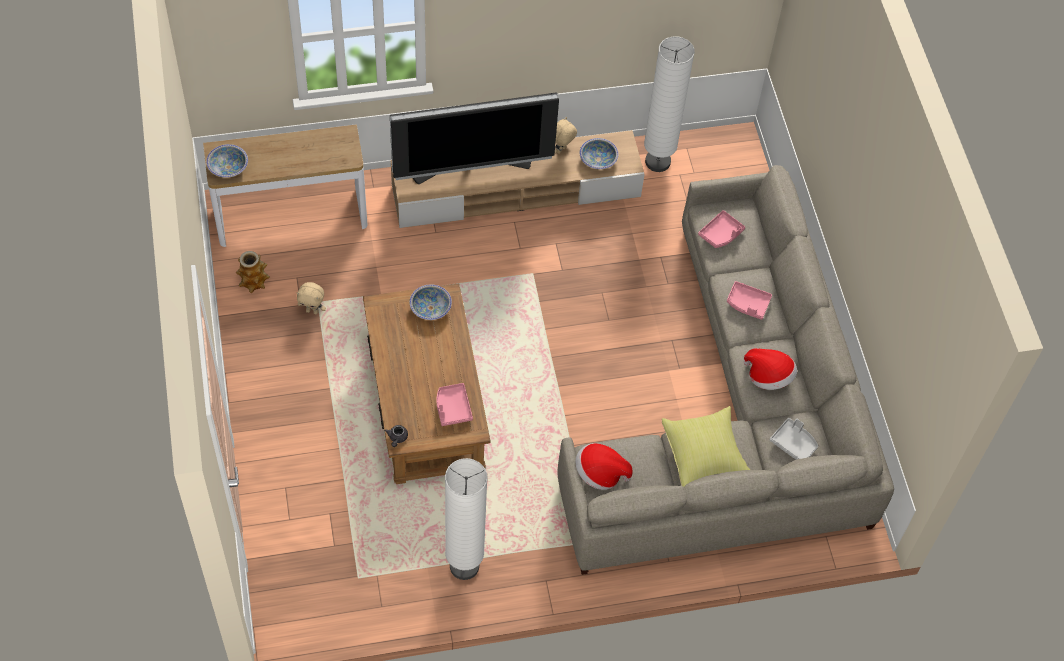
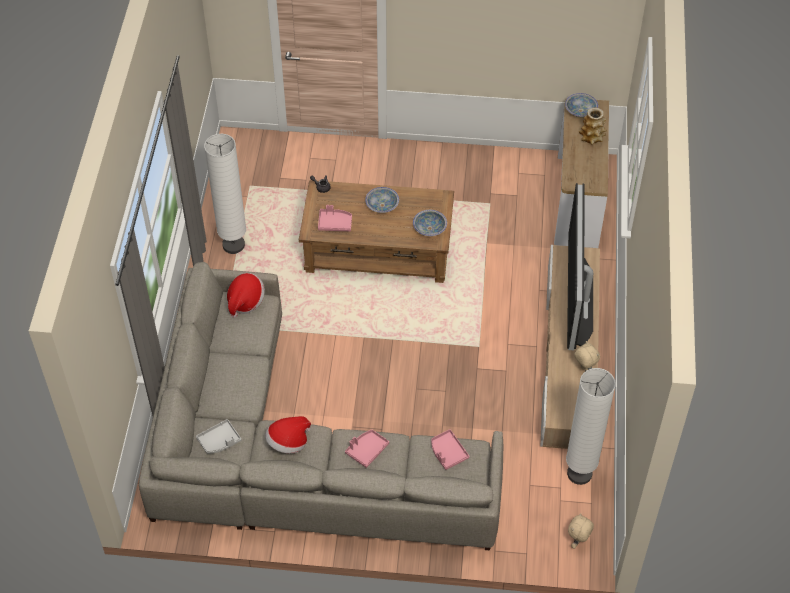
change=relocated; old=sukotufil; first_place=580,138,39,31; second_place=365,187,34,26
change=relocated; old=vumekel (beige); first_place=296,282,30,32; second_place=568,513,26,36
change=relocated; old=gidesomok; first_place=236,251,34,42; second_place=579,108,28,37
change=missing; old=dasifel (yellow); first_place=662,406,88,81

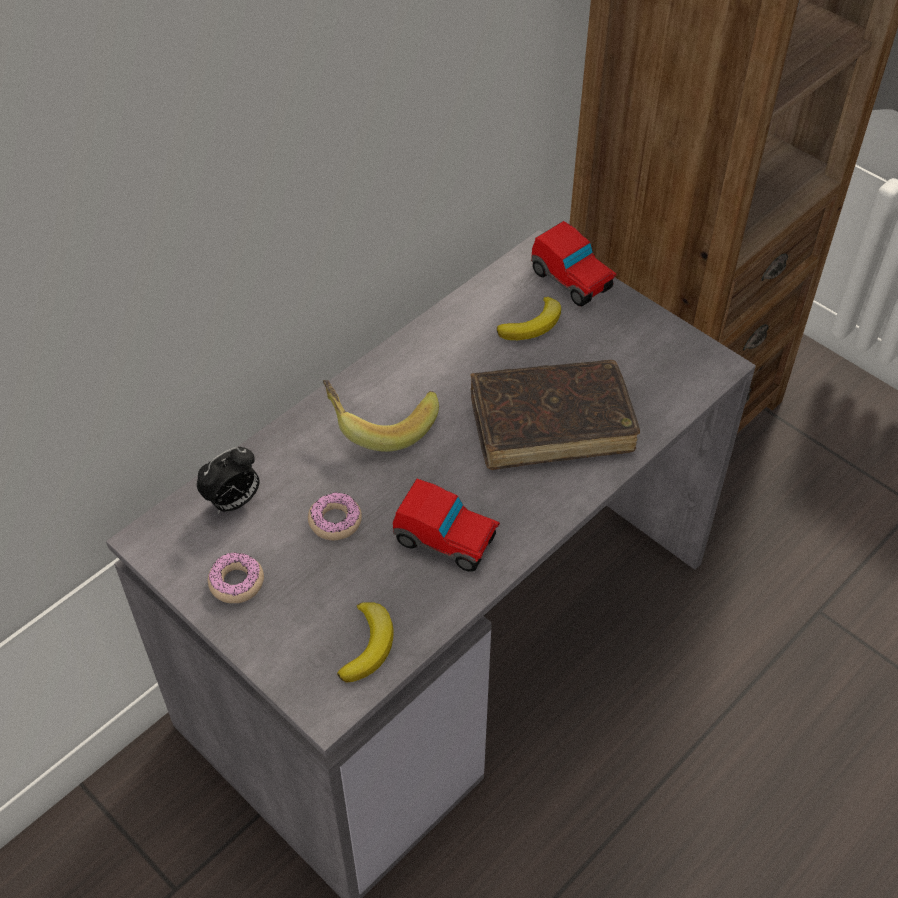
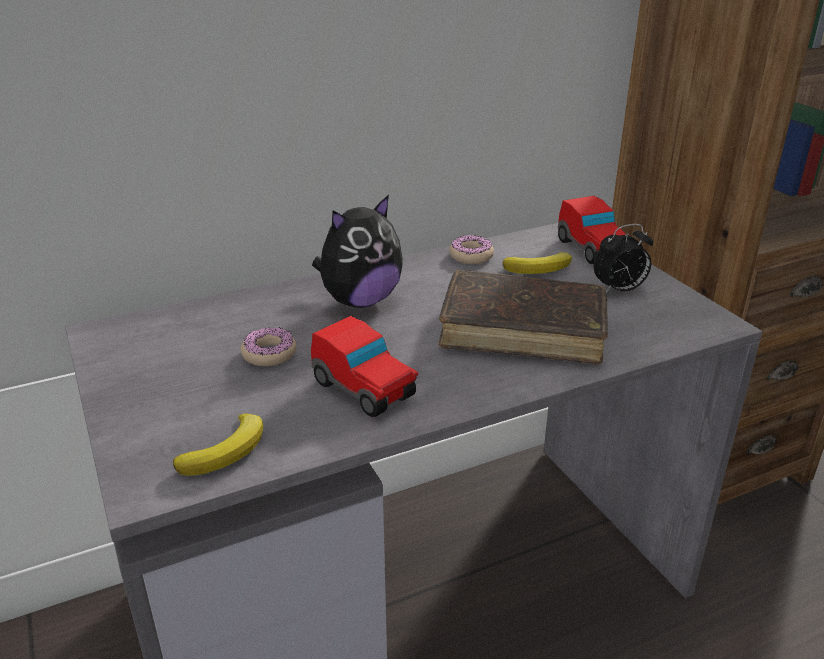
change=exchanged; old=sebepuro; new=vumekel; first_place=323,380,116,72; second_place=312,195,91,113
change=relocated; old=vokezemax; first_place=208,552,56,51; second_place=449,235,45,29
change=relocated; old=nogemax; first_place=197,447,62,67; second_place=594,224,59,69

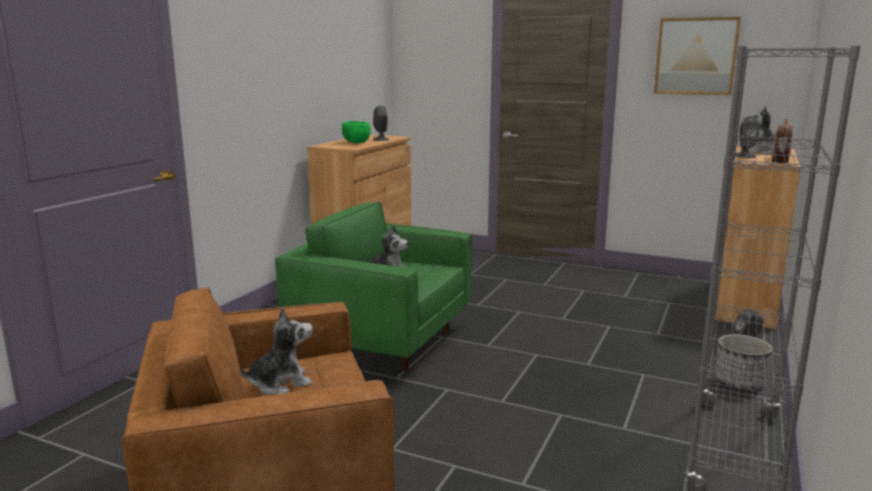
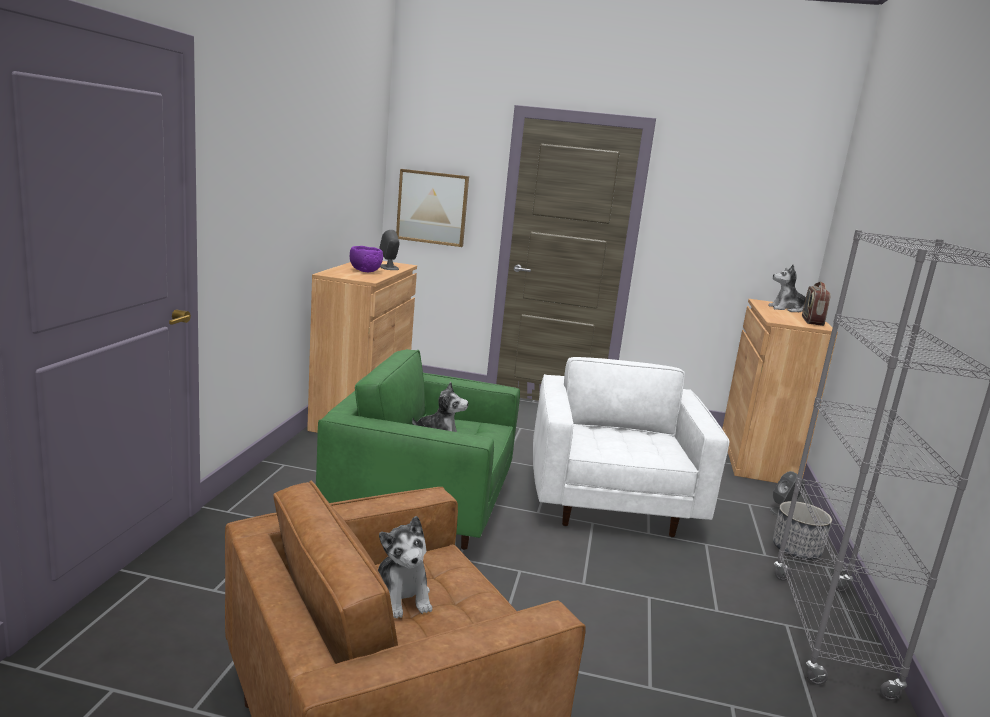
change=colour; old=sukotufil (green); new=sukotufil (purple); first_place=342,121,29,22; second_place=350,246,33,26
change=spun; old=vumekel; first_place=240,307,73,88; second_place=378,516,54,102; degrees=105
change=relocated; old=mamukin; first_place=654,17,87,78; second_place=396,169,73,78
change=appeared; new=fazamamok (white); second_place=533,357,196,181
change=missing; old=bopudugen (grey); first_place=735,116,24,42

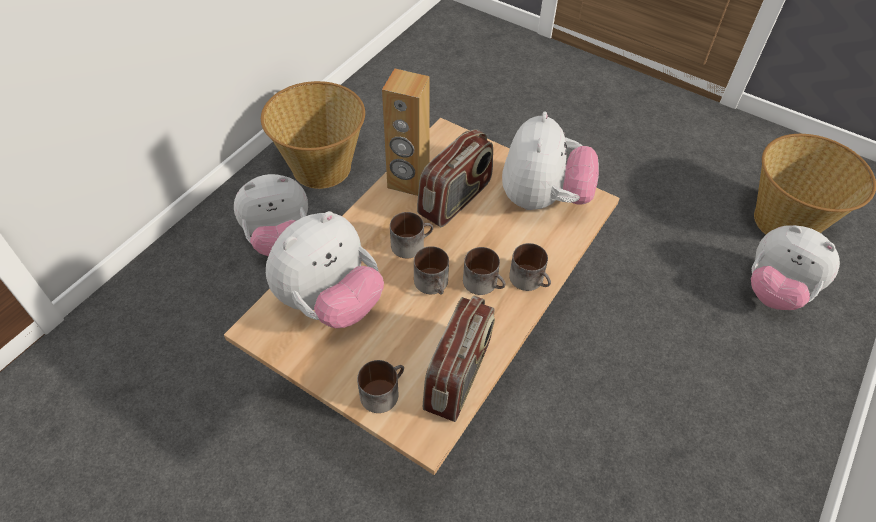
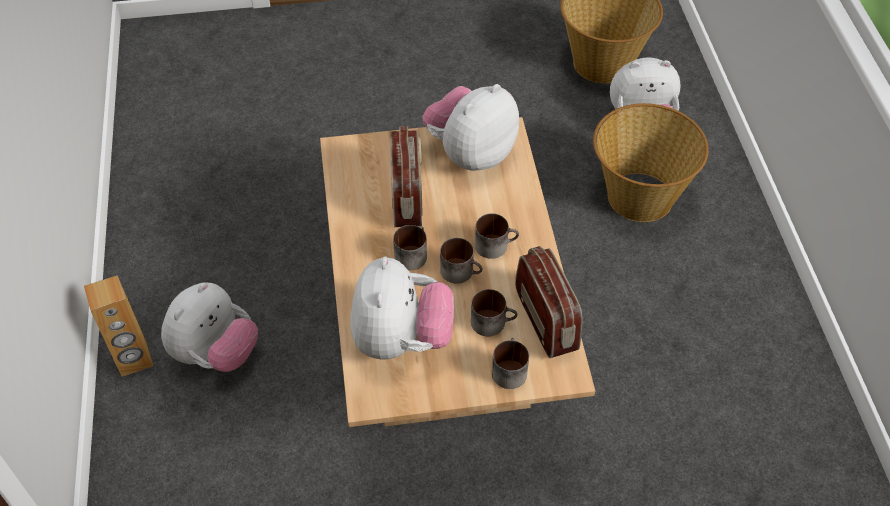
change=relocated; old=bopudugen (brown); first_place=382,69,48,127; second_place=84,275,70,102
change=spun; old=vumekel; first_place=502,111,97,99; second_place=422,84,97,87; degrees=-105
change=relocated; old=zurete; first_place=509,243,42,48; second_place=471,289,47,47
change=relocated; old=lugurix; first_place=261,81,104,108; second_place=593,103,116,119

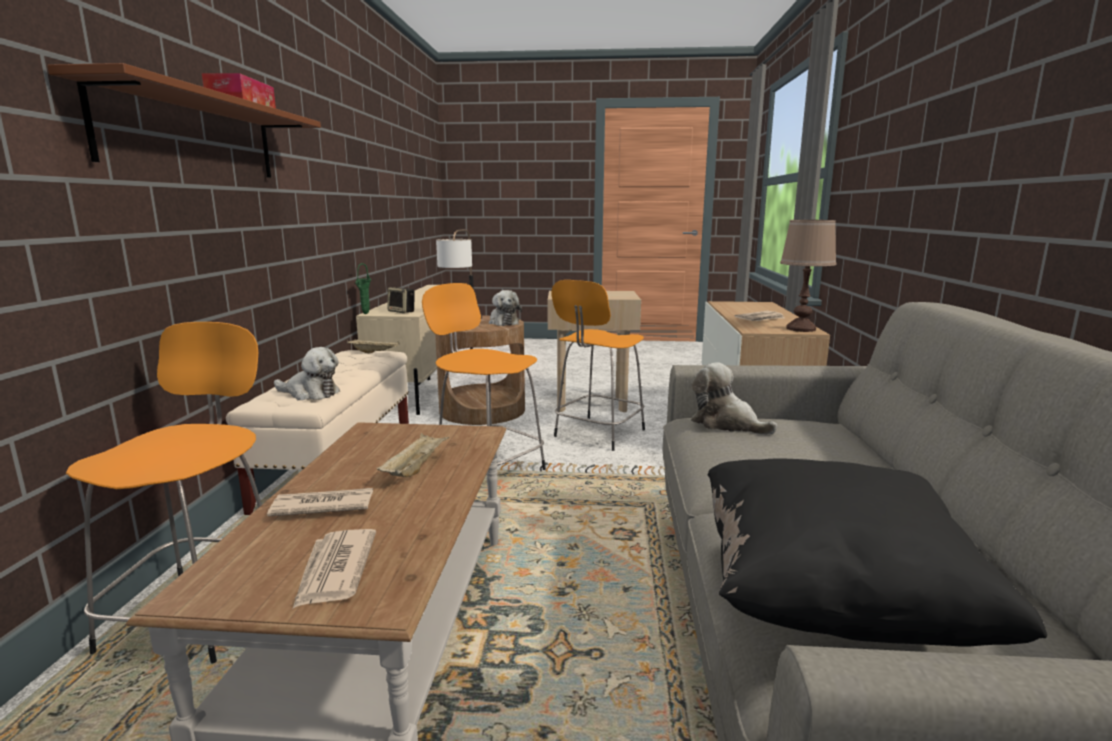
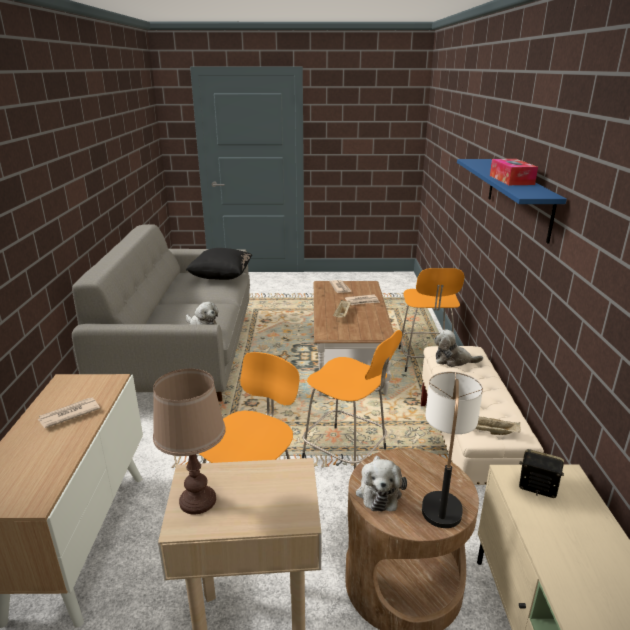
change=relocated; old=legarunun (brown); first_place=780,220,57,112; second_place=153,369,73,146
change=spun; old=vumekel; first_place=489,290,33,36; second_place=356,456,51,55; degrees=-150
change=colour; old=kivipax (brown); new=kivipax (blue); first_place=47,63,274,115; second_place=457,159,110,84
change=missing; old=gidesomok (green); first_place=355,263,17,51

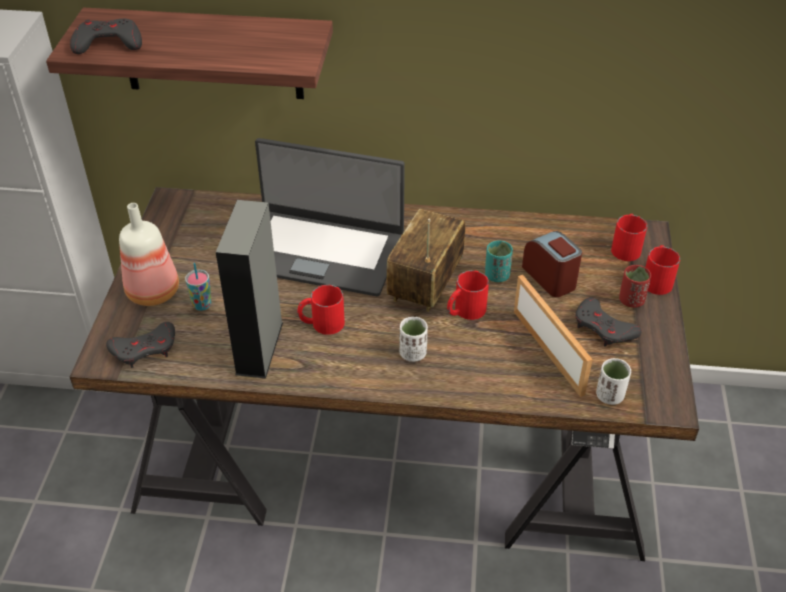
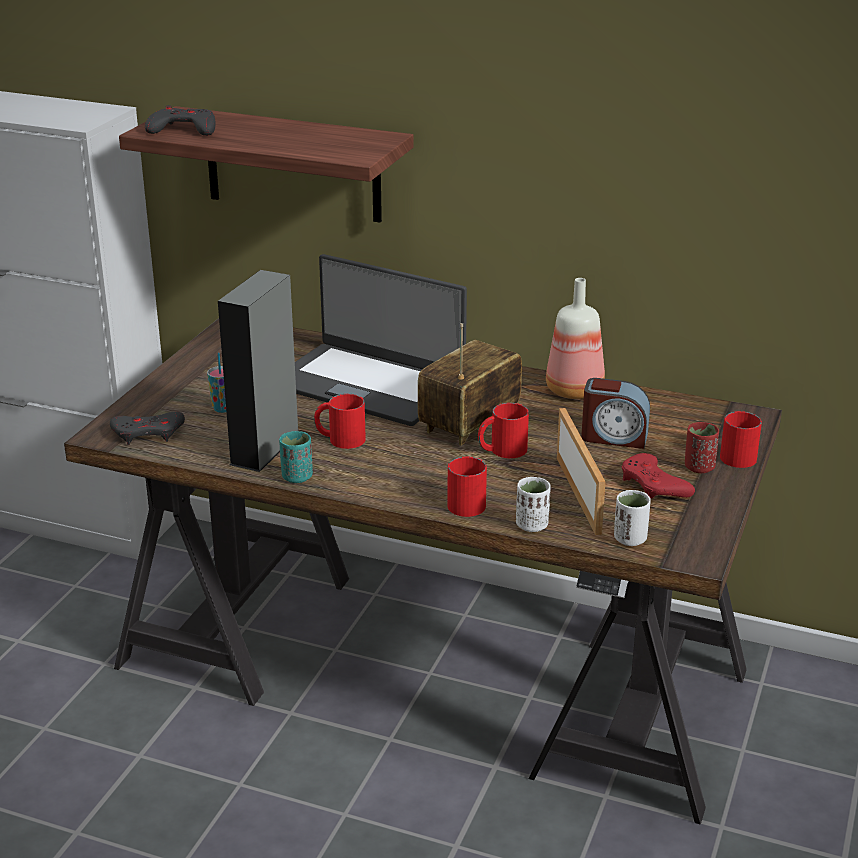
change=relocated; old=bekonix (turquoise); first_place=485,240,28,42; second_place=279,431,34,52
change=relocated; old=zurete (red); first_place=611,214,36,47; second_place=447,457,40,60
change=relocated; old=bekonix (white); first_place=399,317,29,45; second_place=516,477,35,55
change=relocated; old=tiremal; first_place=119,203,60,103; second_place=546,278,59,121
change=spun; old=nogemax; first_place=522,231,60,66; second_place=581,378,69,71; degrees=120
change=colour; old=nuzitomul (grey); new=nuzitomul (red); first_place=575,297,67,50; second_place=622,453,73,46

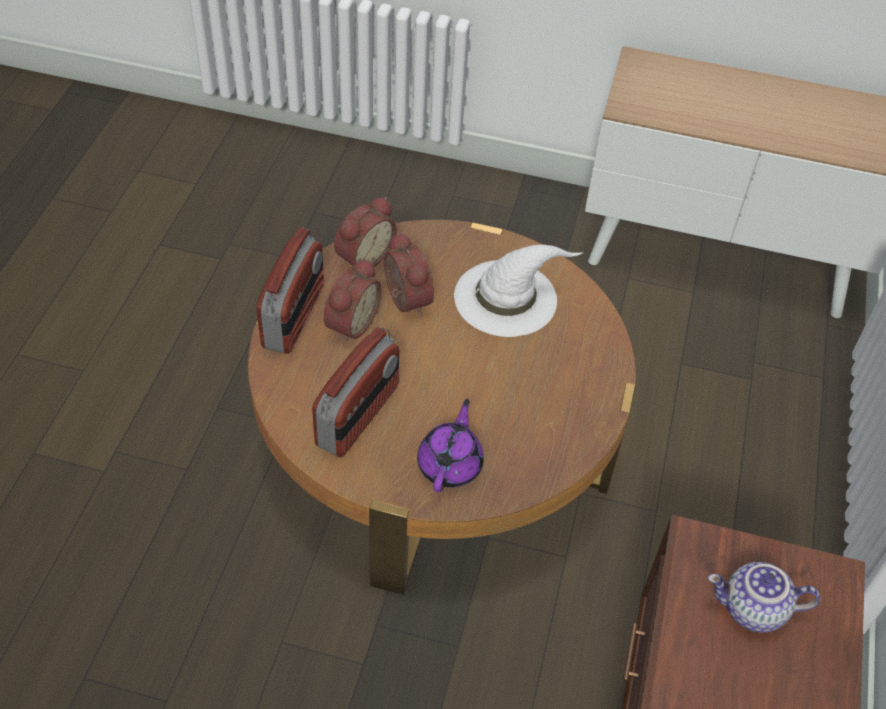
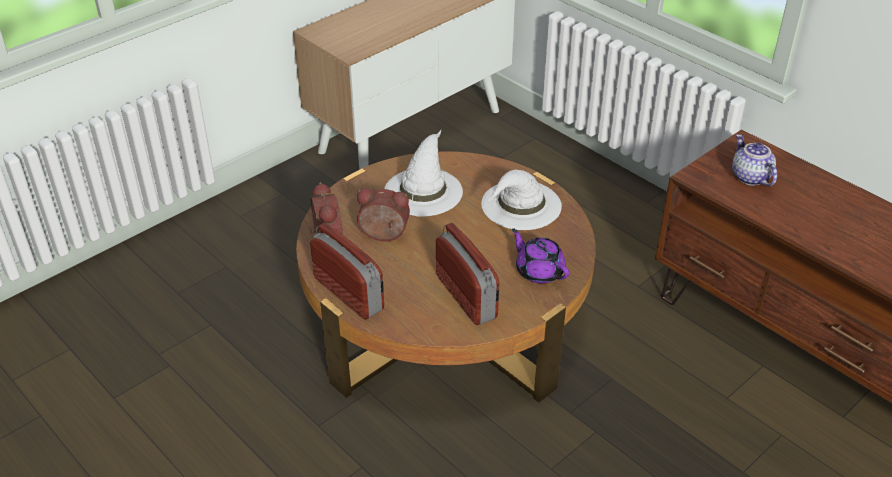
change=appeared; new=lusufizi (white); second_place=481,169,81,61
change=spun; old=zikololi; first_place=708,562,113,71; second_place=732,134,45,52; degrees=120
change=missing; old=nogemax; first_place=323,259,59,84

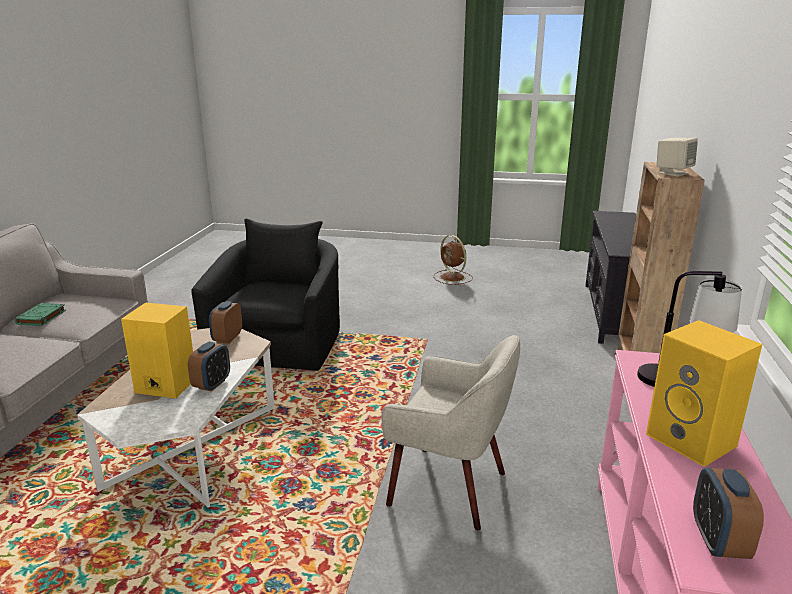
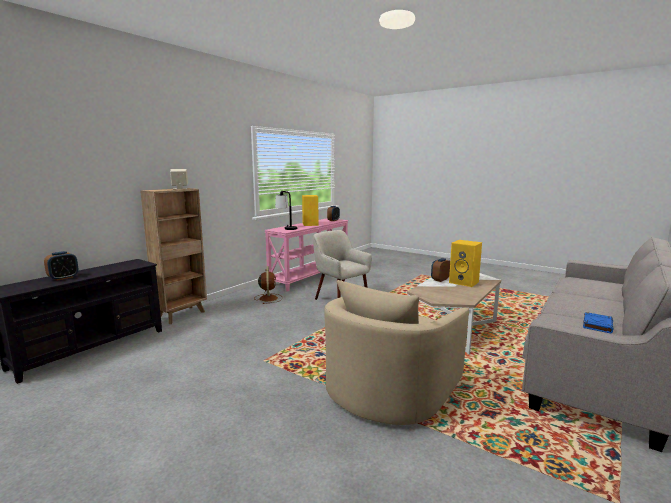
change=relocated; old=nogemax; first_place=209,301,33,43; second_place=44,251,35,30
change=relocated; old=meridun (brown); first_place=433,235,40,50; second_place=254,266,29,38
change=colour; old=fazamamok (black); new=fazamamok (beige); first_place=191,219,149,152; second_place=324,280,145,145
change=colour; old=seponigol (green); new=seponigol (blue); first_place=15,303,51,23; second_place=583,312,30,21

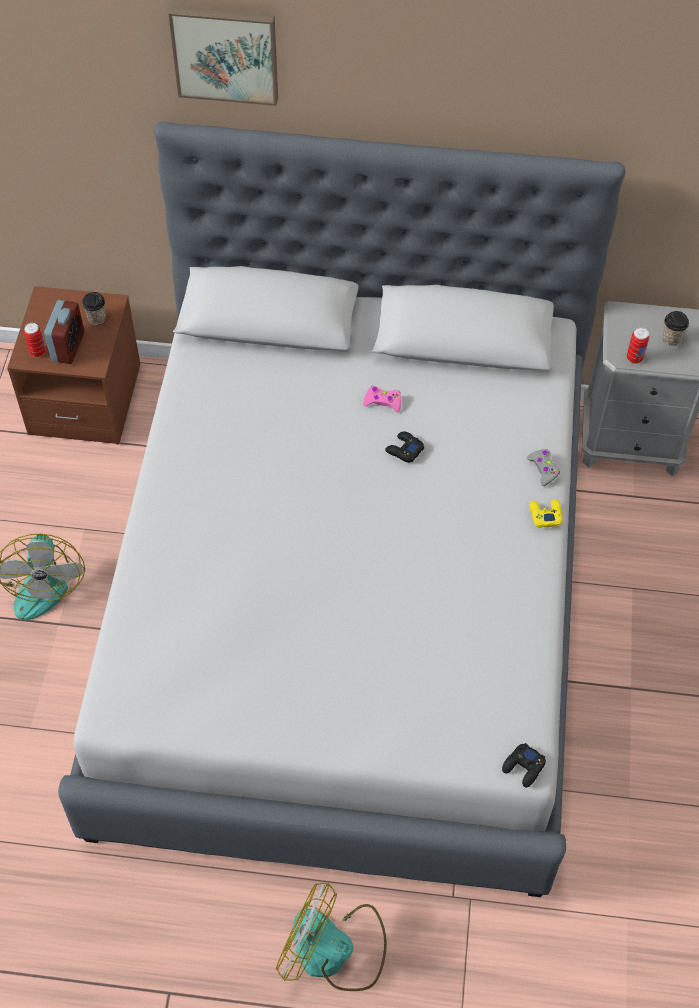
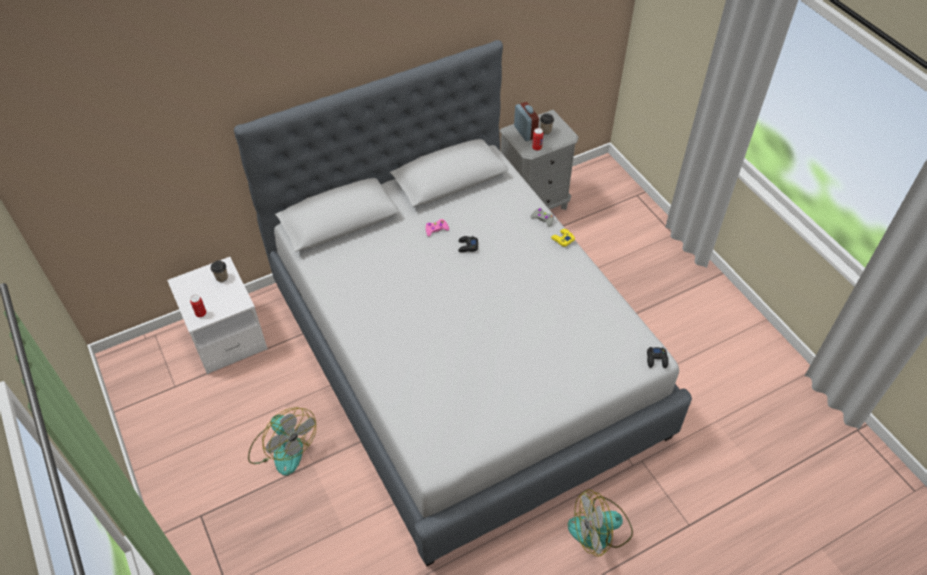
change=colour; old=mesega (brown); new=mesega (white); first_place=7,286,133,158; second_place=167,257,100,117
change=relocated; old=nogemax; first_place=44,300,40,64; second_place=514,102,25,39
change=missing; old=mamukin; first_place=169,6,109,100

